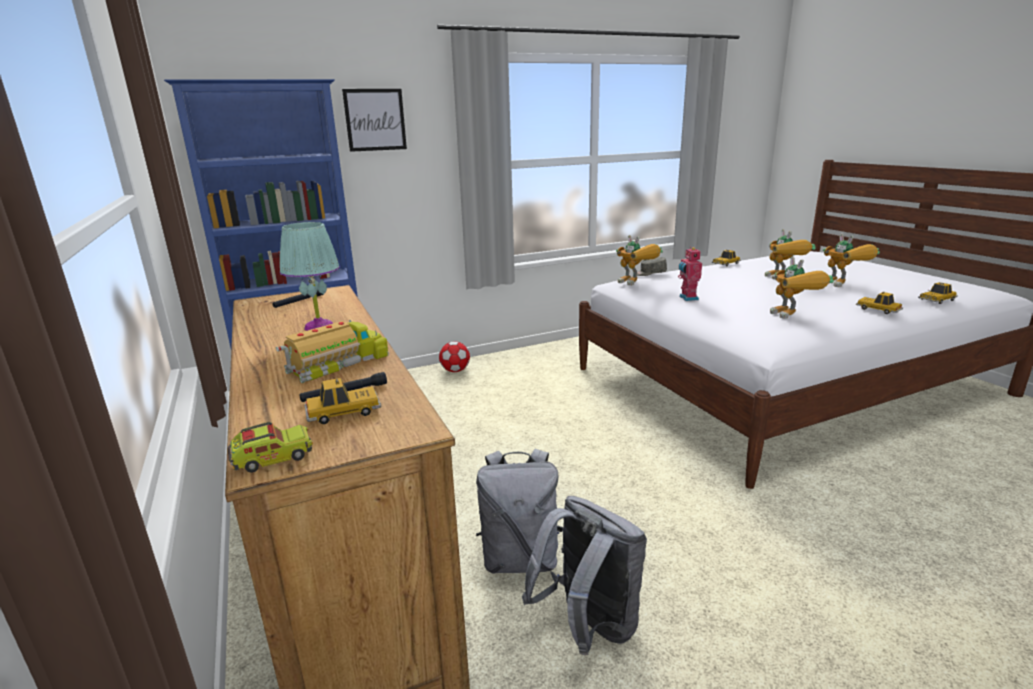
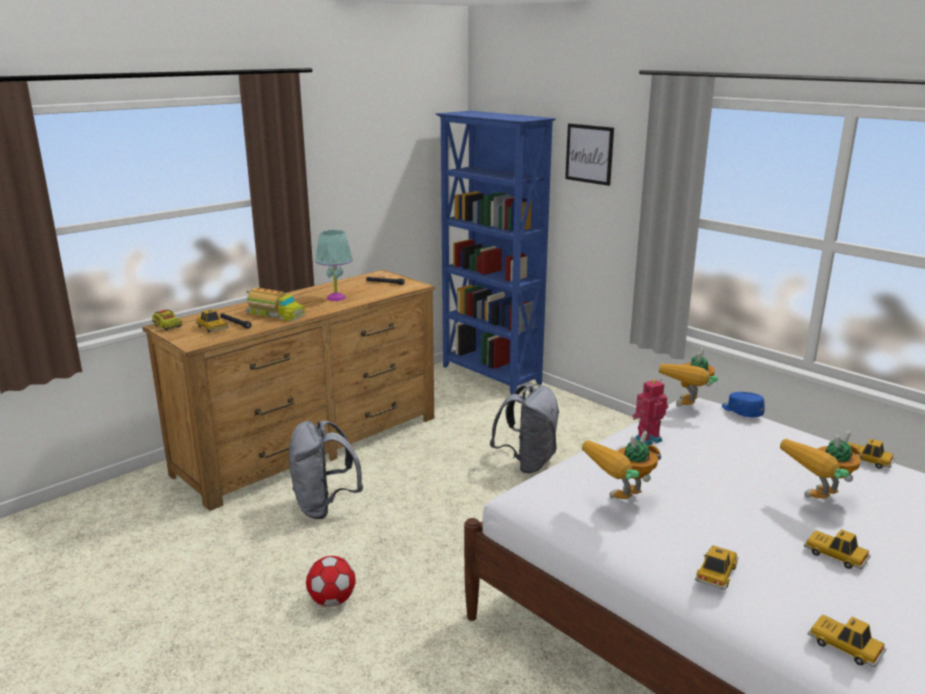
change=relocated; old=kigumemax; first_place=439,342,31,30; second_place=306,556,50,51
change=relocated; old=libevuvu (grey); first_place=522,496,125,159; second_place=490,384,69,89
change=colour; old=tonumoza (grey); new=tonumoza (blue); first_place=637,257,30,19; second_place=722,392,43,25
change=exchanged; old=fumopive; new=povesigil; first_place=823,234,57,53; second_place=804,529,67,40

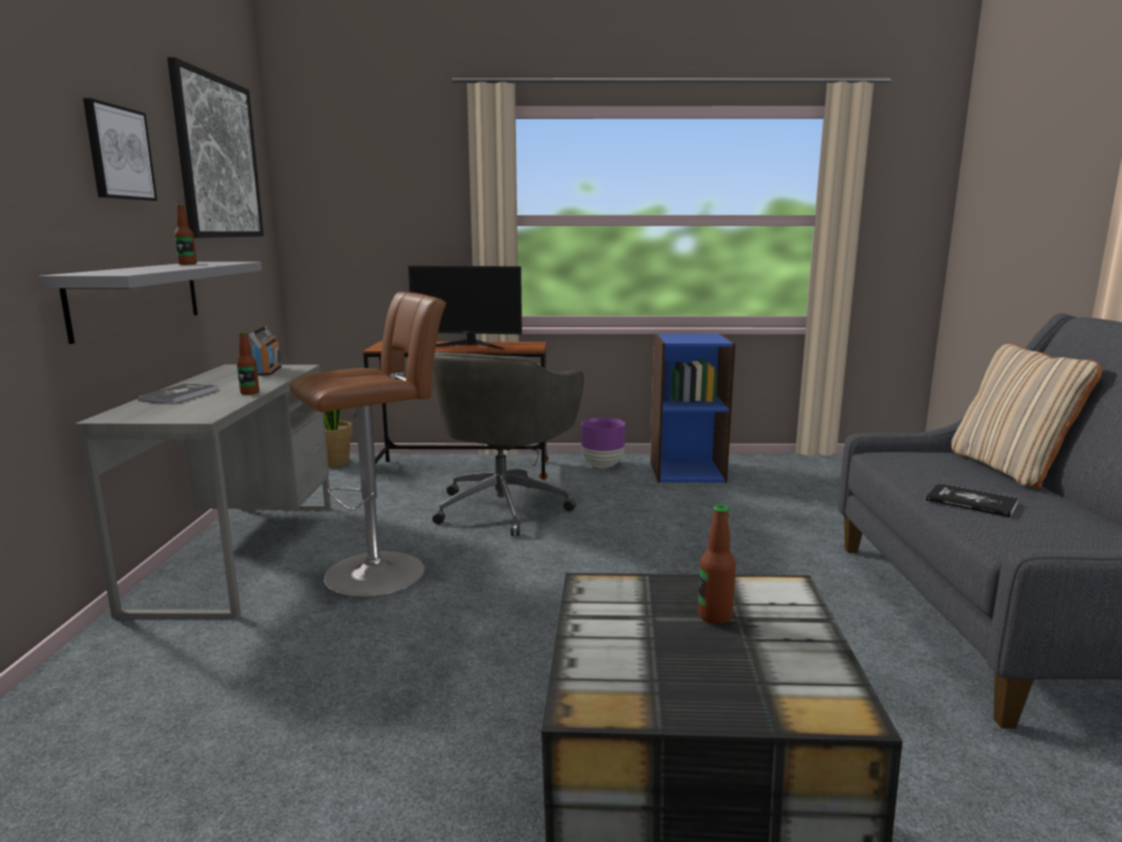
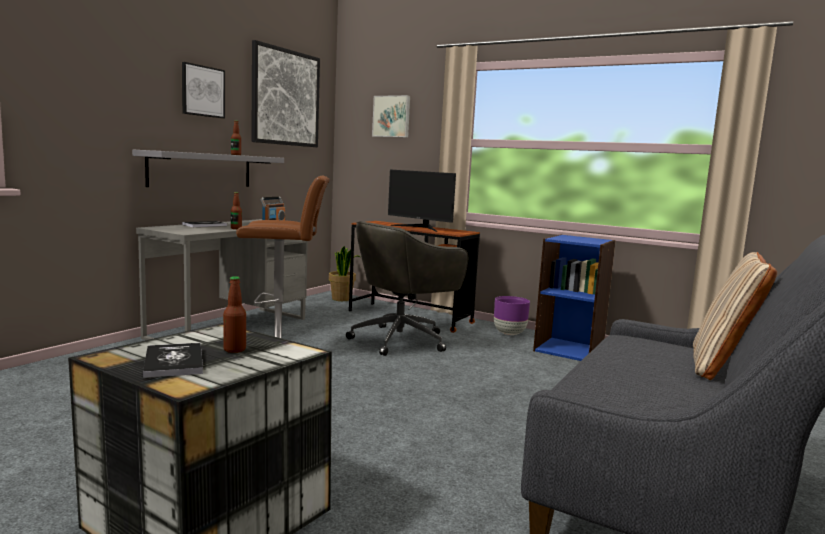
change=relocated; old=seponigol; first_place=926,483,92,35; second_place=143,343,60,35
change=appeared; new=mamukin; second_place=372,95,38,43

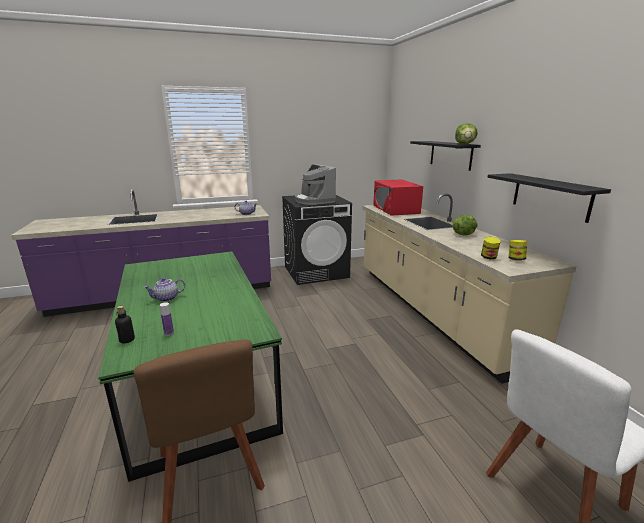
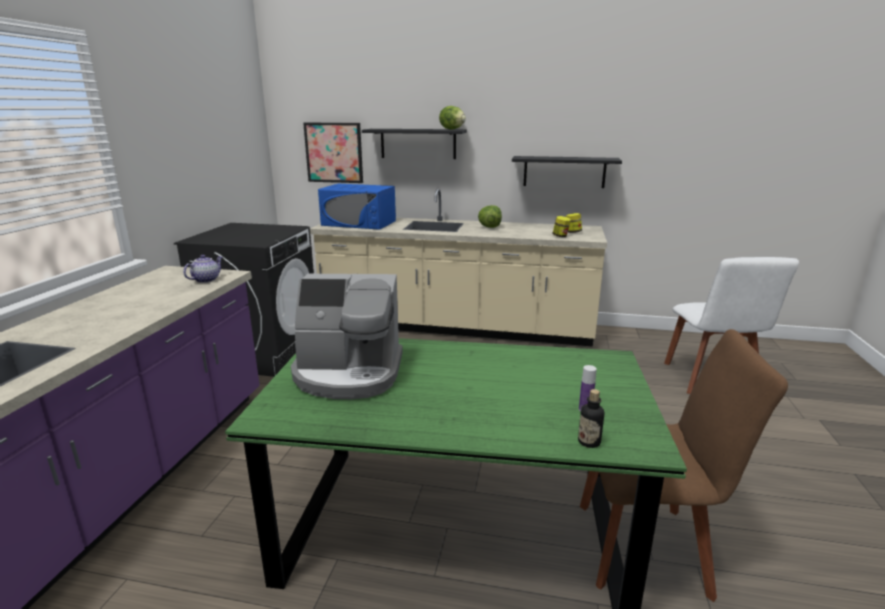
change=relocated; old=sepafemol; first_place=295,164,42,41; second_place=291,274,112,125
change=appeared; new=mamukin; second_place=303,123,60,60
change=colour; old=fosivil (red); new=fosivil (blue); first_place=373,179,50,37; second_place=318,184,78,46
change=missing; old=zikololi; first_place=143,278,42,24

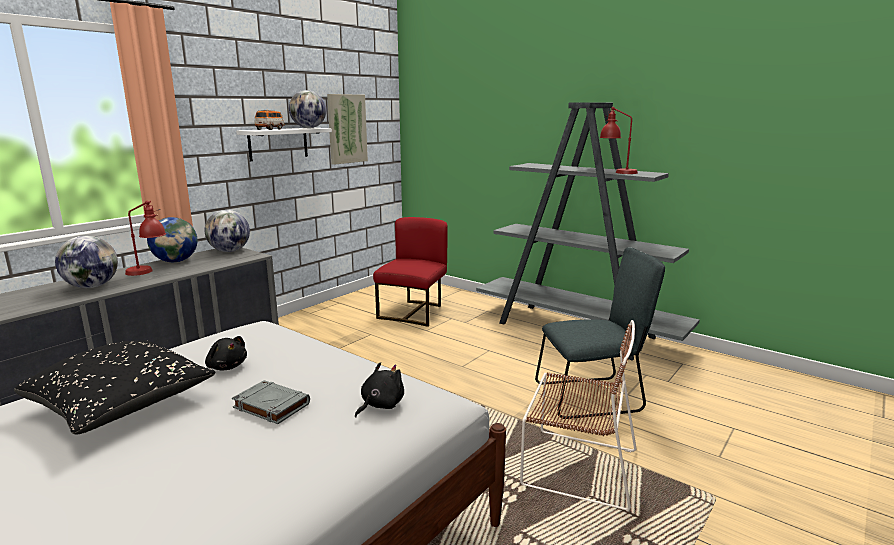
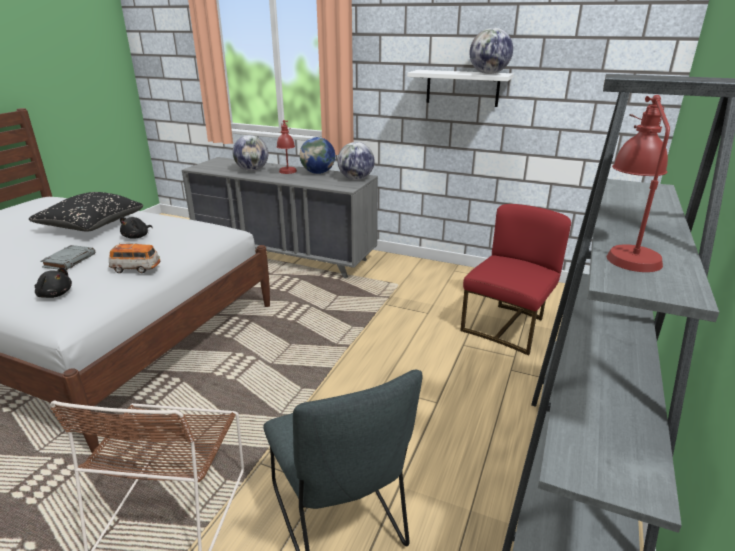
change=relocated; old=povesigil; first_place=254,110,31,20; second_place=109,243,51,30
change=spun; old=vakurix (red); first_place=373,217,75,110; second_place=460,204,111,152; degrees=-60
change=missing; old=mamukin; first_place=327,94,41,71

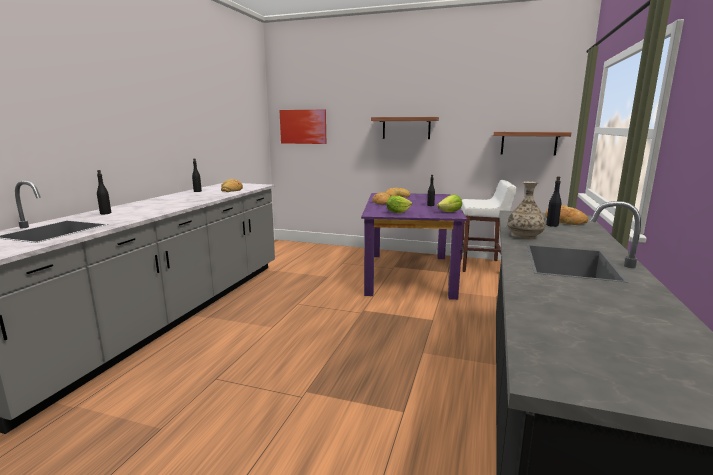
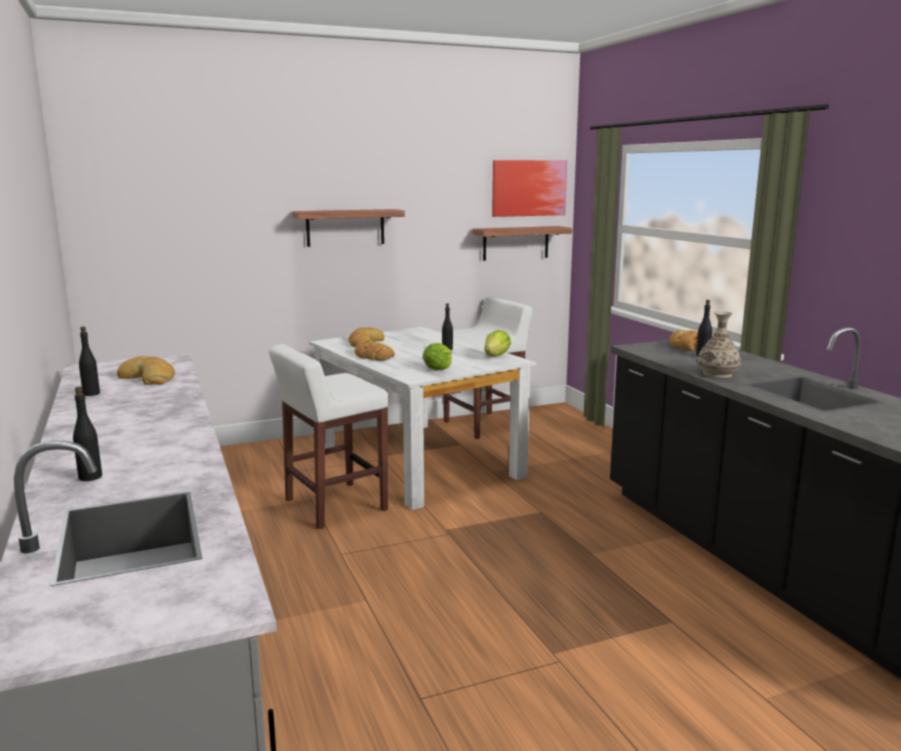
change=appeared; new=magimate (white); second_place=269,344,120,185
change=colour; old=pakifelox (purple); new=pakifelox (white); first_place=361,193,106,107; second_place=309,327,228,183
change=relocated; old=mamukin; first_place=279,109,47,35; second_place=492,160,75,57

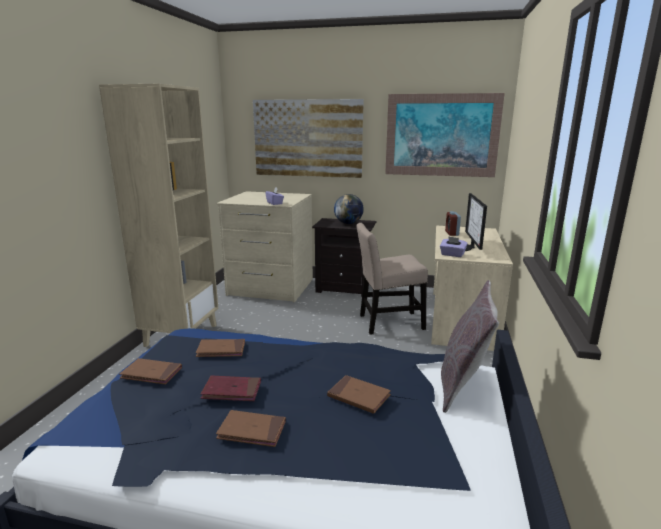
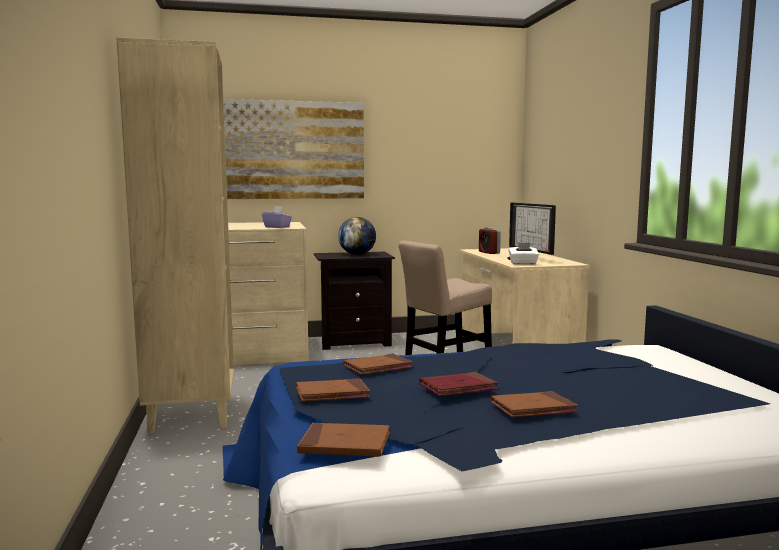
change=relocated; old=seponigol (brown); first_place=327,375,64,39; second_place=297,423,93,34
change=colour; old=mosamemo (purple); new=mosamemo (white); first_place=440,236,28,21; second_place=509,243,30,22
change=missing; old=mamukin; first_place=385,93,120,84
change=missing; old=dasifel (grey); first_place=441,280,58,133

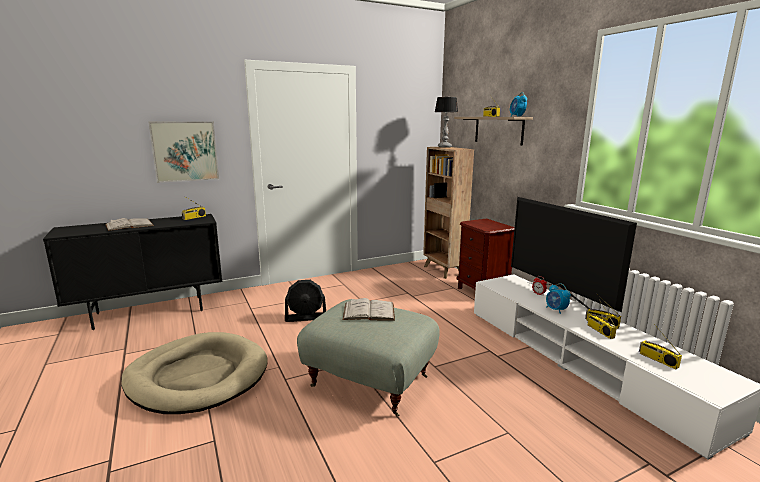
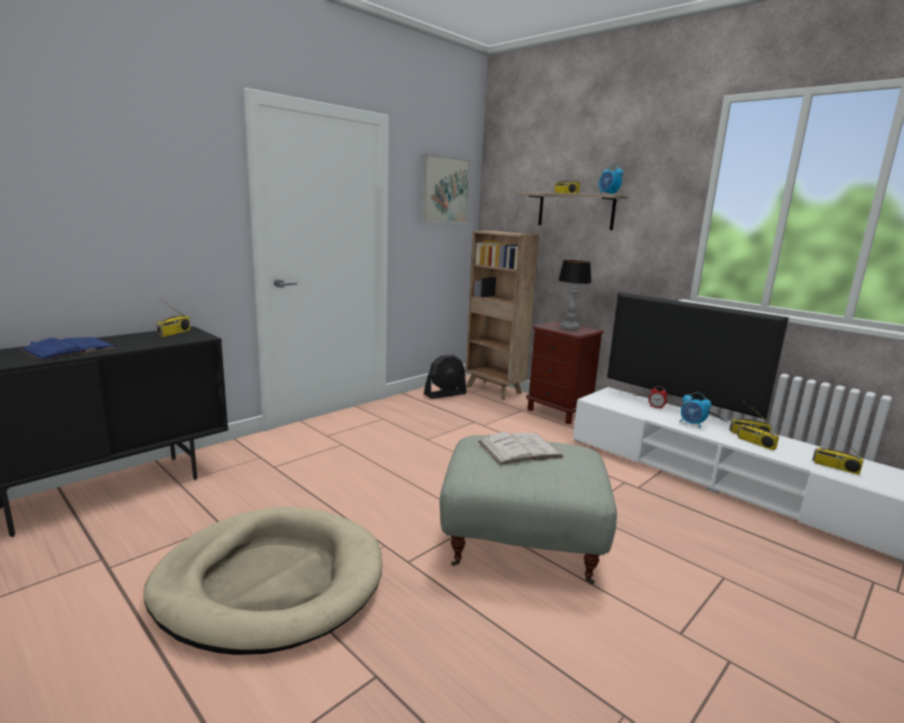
change=colour; old=seponigol (white); new=seponigol (blue); first_place=105,218,49,13; second_place=20,337,98,24
change=relocated; old=mamukin; first_place=149,122,70,61; second_place=421,154,49,69
change=relocated; old=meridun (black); first_place=285,280,41,42; second_place=424,354,43,45
change=relocated; old=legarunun; first_place=435,97,23,51; second_place=558,260,34,70

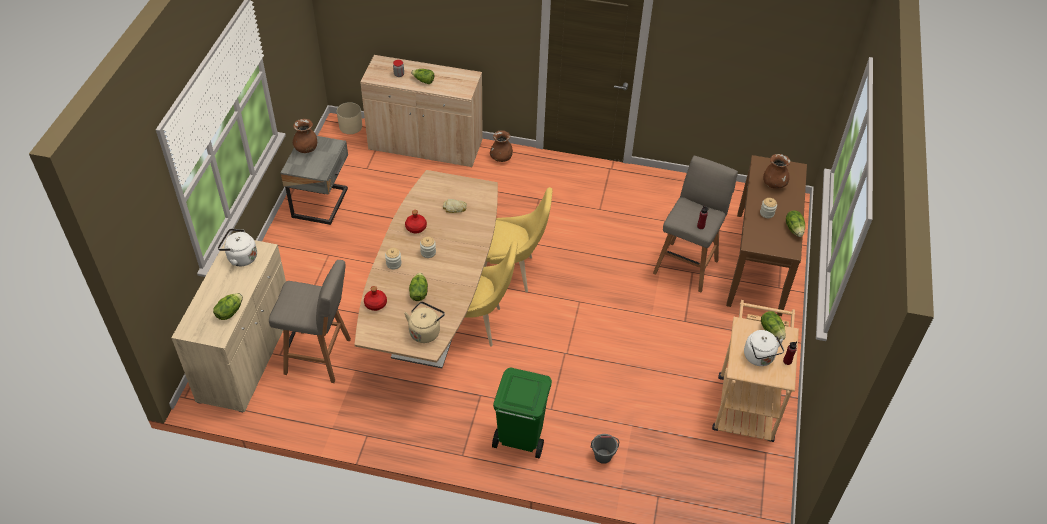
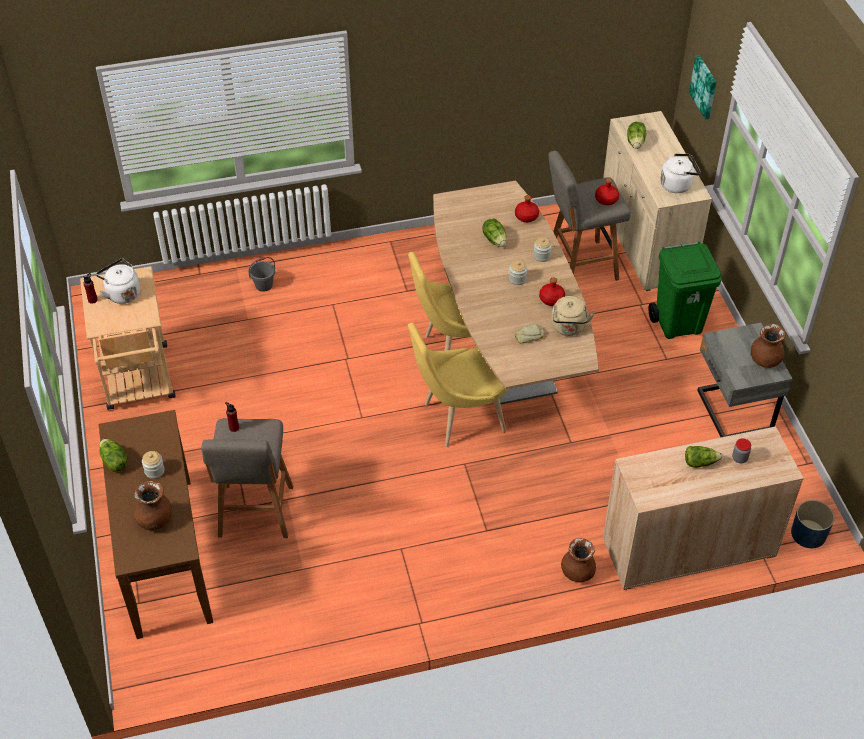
change=relocated; old=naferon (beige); first_place=404,301,41,42; second_place=551,296,44,40
change=appeared; new=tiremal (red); second_place=595,178,24,27
change=relocated; old=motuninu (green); first_place=492,367,60,92; second_place=648,242,74,97
change=appeared; new=mamukin; second_place=689,55,27,64
change=colour; old=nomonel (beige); new=nomonel (blue); first_place=337,102,25,32; second_place=791,500,43,48
change=missing; old=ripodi; first_place=761,311,25,29

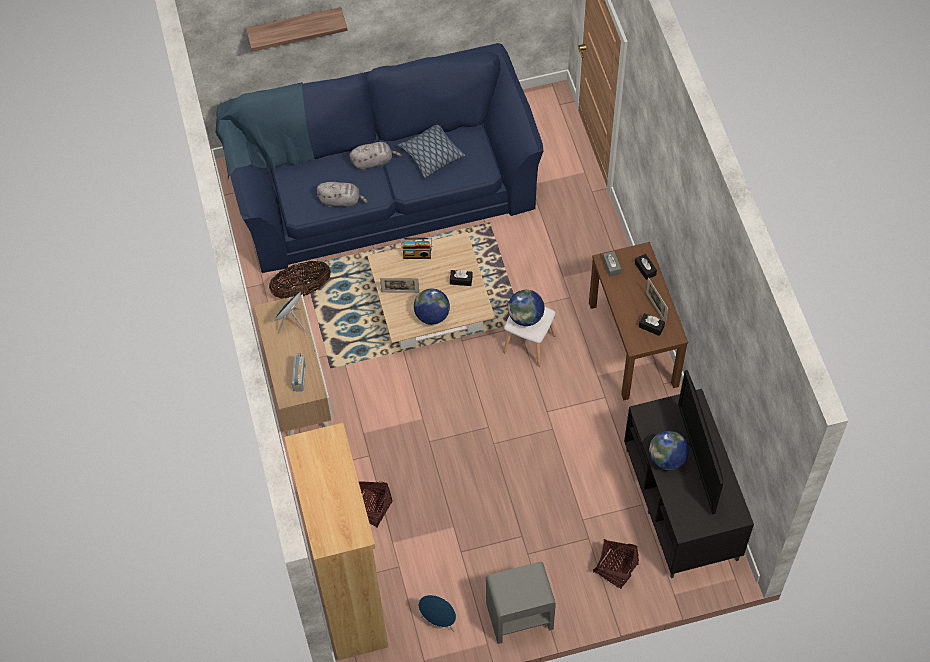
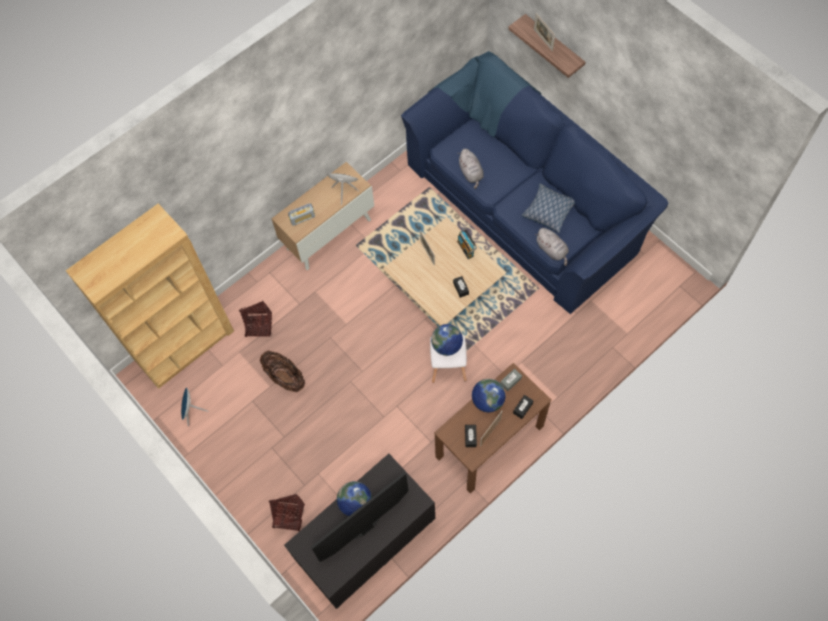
change=relocated; old=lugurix; first_place=269,261,62,38; second_place=260,351,45,41
change=relocated; old=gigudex; first_place=414,289,36,36; second_place=472,379,34,33
change=appeared; new=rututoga; second_place=534,13,21,38
change=relocated; old=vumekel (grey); first_place=349,142,53,29; second_place=535,228,34,38
change=missing; old=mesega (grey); first_place=486,562,70,82

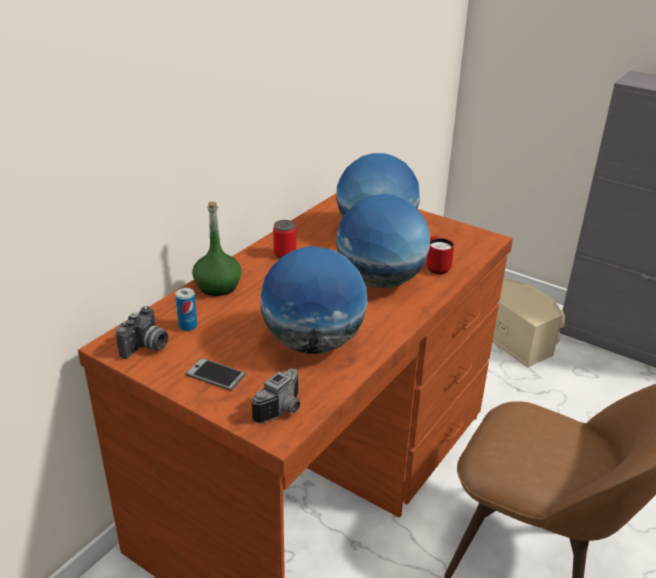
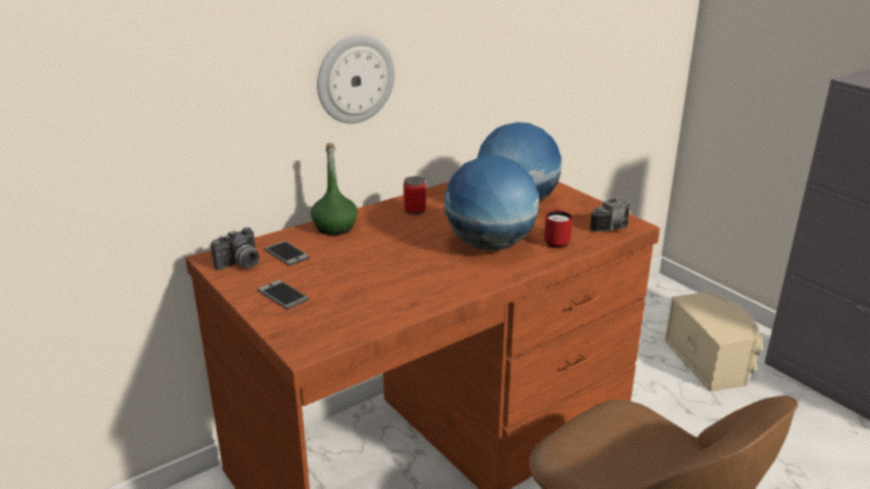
change=exchanged; old=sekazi; new=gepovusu; first_place=175,288,22,43; second_place=264,241,46,25
change=appeared; new=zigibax; second_place=317,35,78,88
change=relocated; old=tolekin; first_place=252,368,48,55; second_place=590,198,40,34
change=missing; old=gigudex; first_place=260,246,108,108

